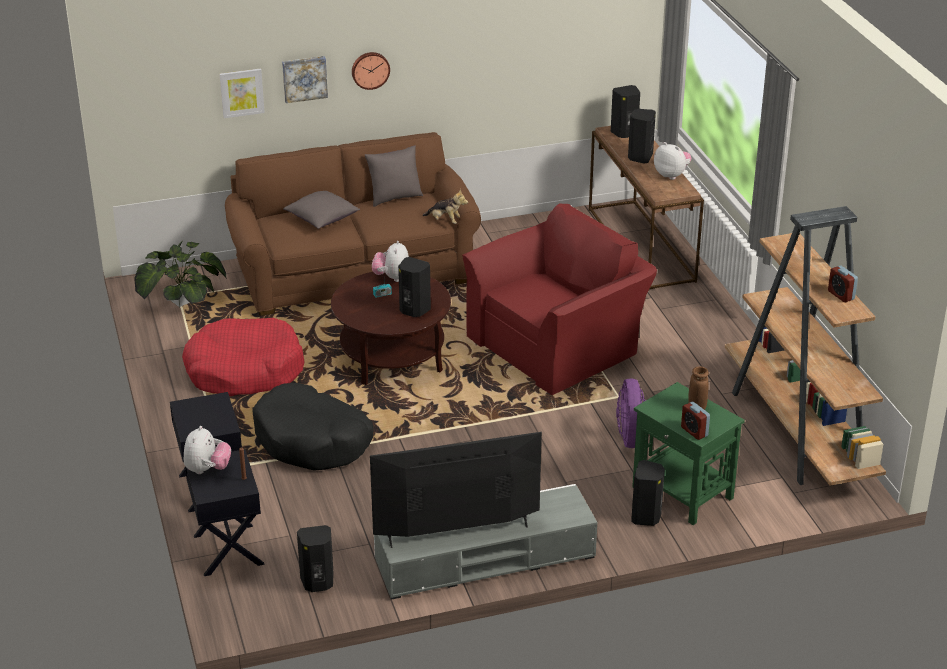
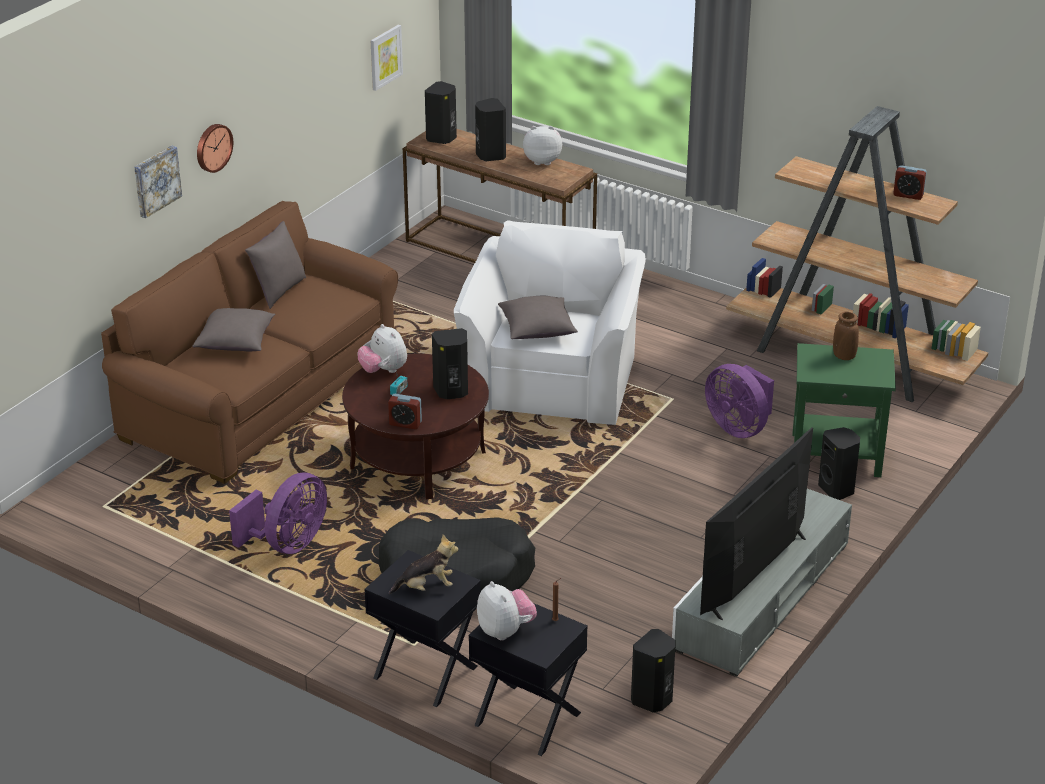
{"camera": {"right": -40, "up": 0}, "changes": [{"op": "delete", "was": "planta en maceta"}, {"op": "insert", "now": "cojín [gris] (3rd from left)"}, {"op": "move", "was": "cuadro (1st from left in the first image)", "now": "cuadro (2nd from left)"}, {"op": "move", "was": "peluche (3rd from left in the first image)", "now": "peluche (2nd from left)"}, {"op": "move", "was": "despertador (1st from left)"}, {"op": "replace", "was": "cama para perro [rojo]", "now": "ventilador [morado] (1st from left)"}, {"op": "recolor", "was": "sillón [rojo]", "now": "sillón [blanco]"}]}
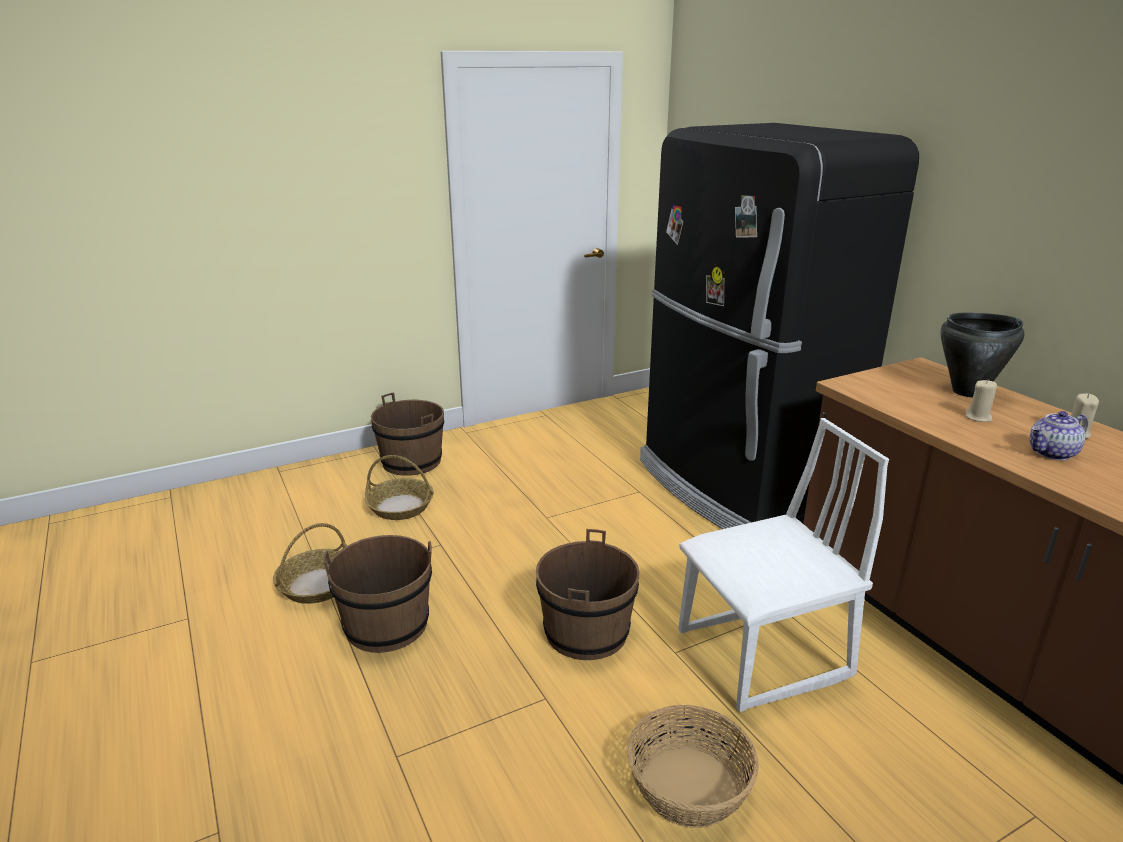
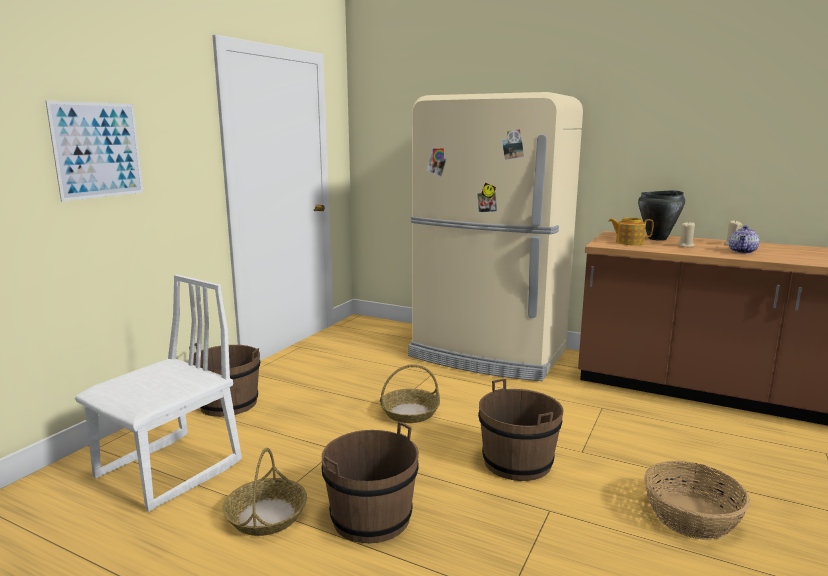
{"camera": {"right": -35, "up": -10}, "changes": [{"op": "insert", "now": "cuadro"}, {"op": "insert", "now": "tetera (1st from left)"}, {"op": "move", "was": "cesta (2nd from left)"}, {"op": "move", "was": "silla [blanco]"}, {"op": "recolor", "was": "nevera [negro]", "now": "nevera [beis]"}]}
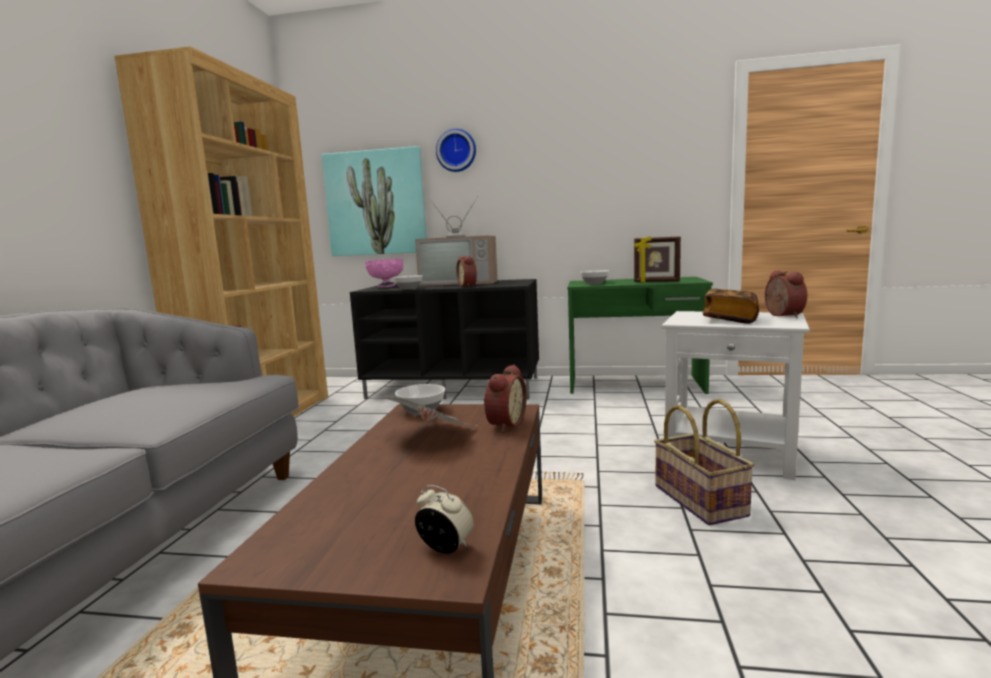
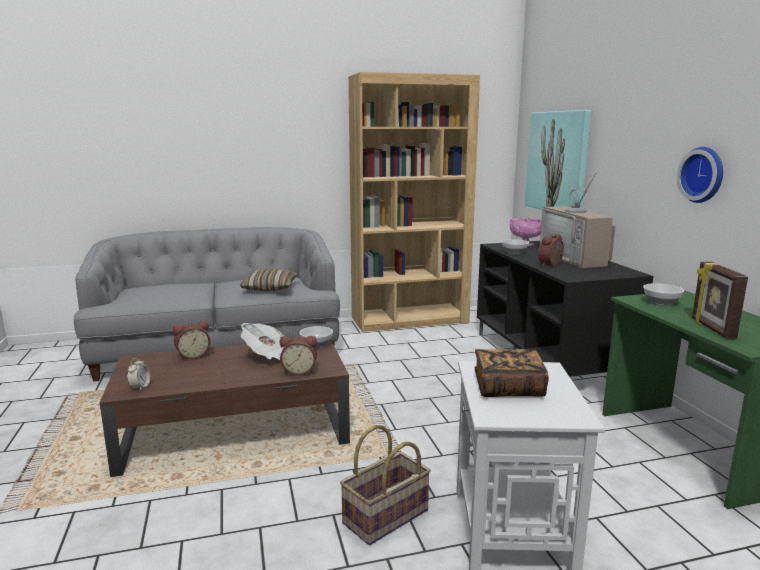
{"camera": {"right": 65, "up": 5}, "changes": [{"op": "insert", "now": "cojín"}, {"op": "move", "was": "reloj de pared"}, {"op": "move", "was": "despertador (4th from left in the first image)", "now": "despertador (2nd from left)"}]}
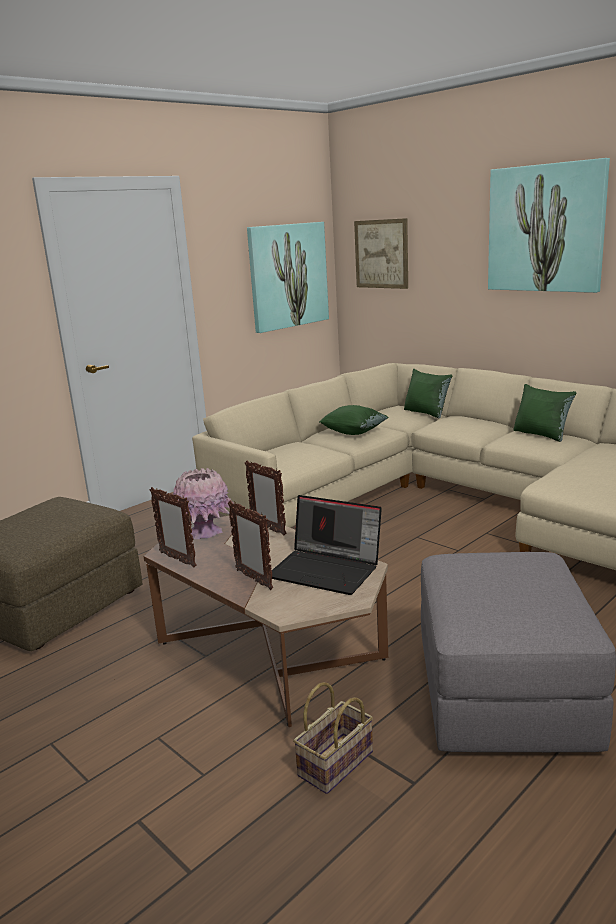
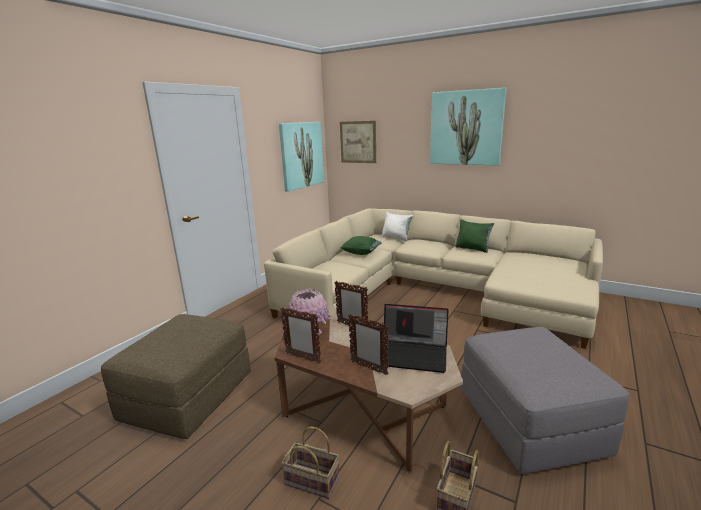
{"camera": {"right": -15, "up": 0}, "changes": [{"op": "insert", "now": "cesta (1st from left)"}, {"op": "recolor", "was": "cojín [verde] (2nd from left)", "now": "cojín [blanco]"}]}
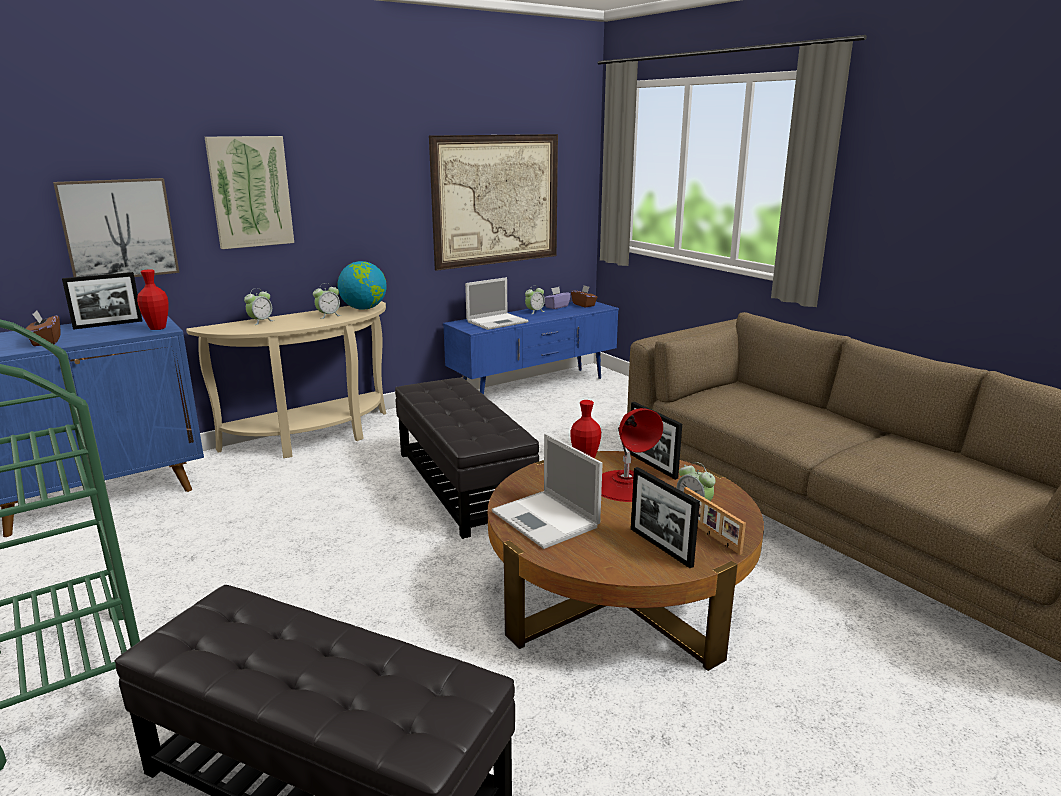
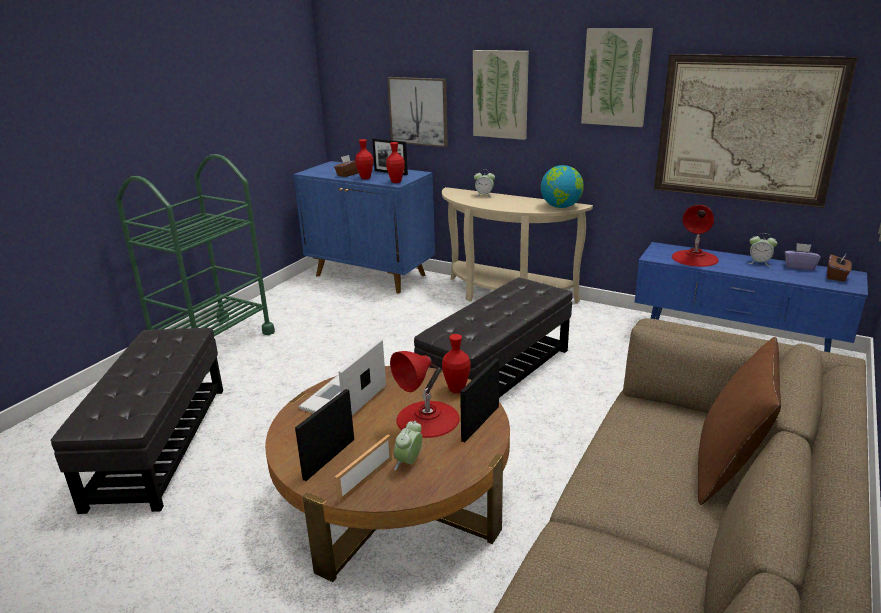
{"camera": {"right": 65, "up": 5}, "changes": [{"op": "delete", "was": "despertador (2nd from left)"}, {"op": "insert", "now": "florero [rojo] (1st from left)"}, {"op": "insert", "now": "cuadro (3rd from left)"}, {"op": "insert", "now": "cojín [marrón]"}, {"op": "replace", "was": "portátil (1st from left)", "now": "lámpara de mesa [rojo] (2nd from left)"}]}
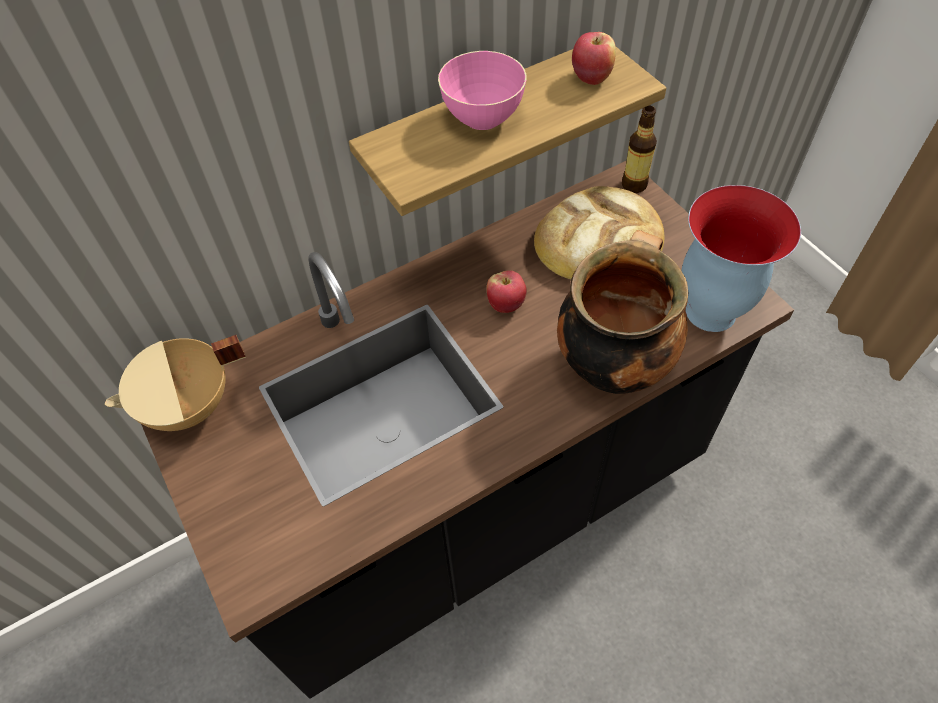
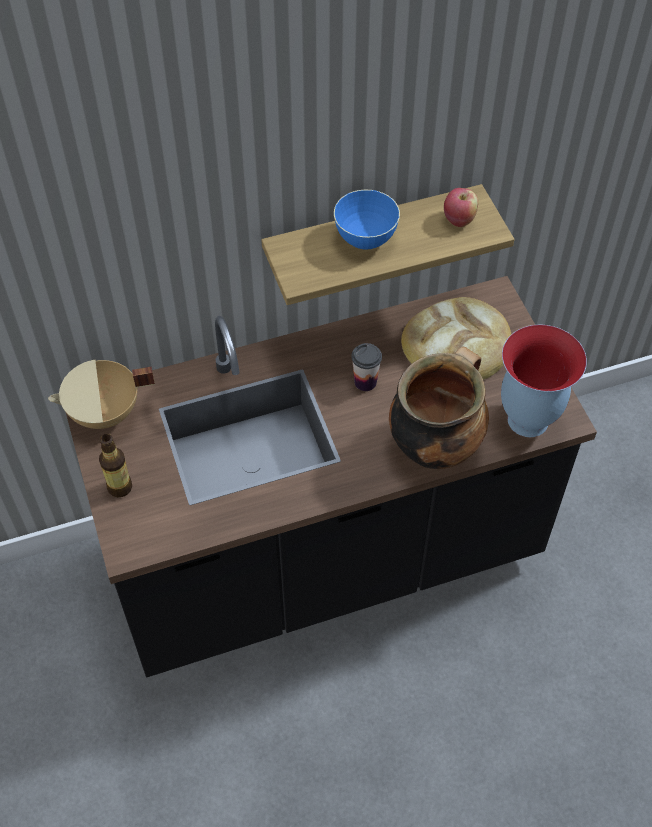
{"camera": {"right": 10, "up": 0}, "changes": [{"op": "move", "was": "botella"}, {"op": "replace", "was": "manzana (1st from left)", "now": "taza"}, {"op": "recolor", "was": "cuenco [rosa]", "now": "cuenco [azul]"}]}
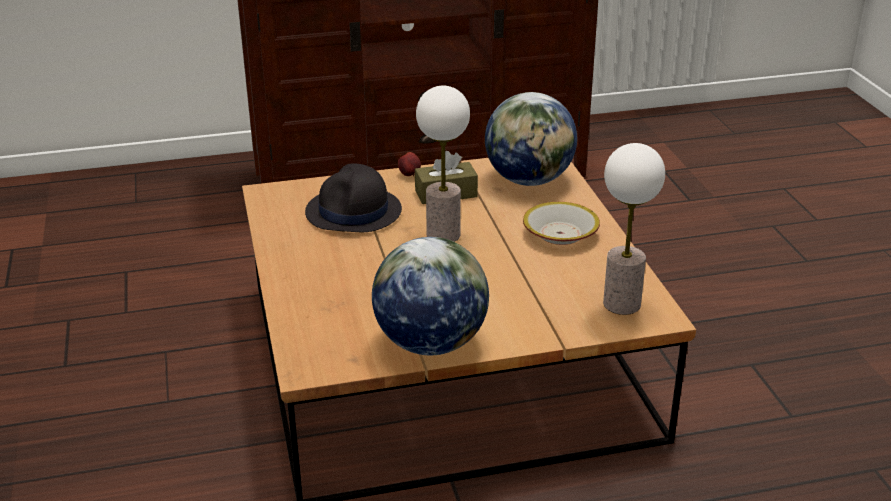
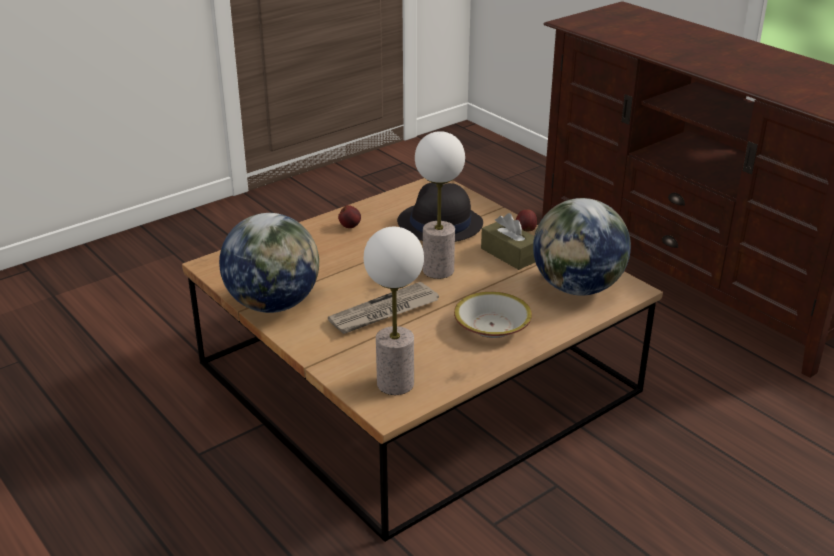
{"camera": {"right": 65, "up": 0}, "changes": [{"op": "insert", "now": "periódico"}, {"op": "insert", "now": "manzana (1st from left)"}]}
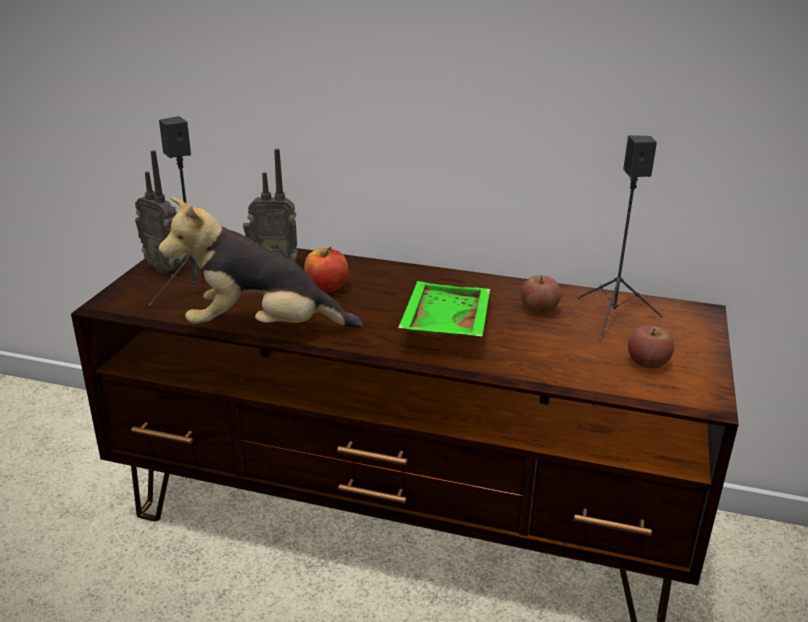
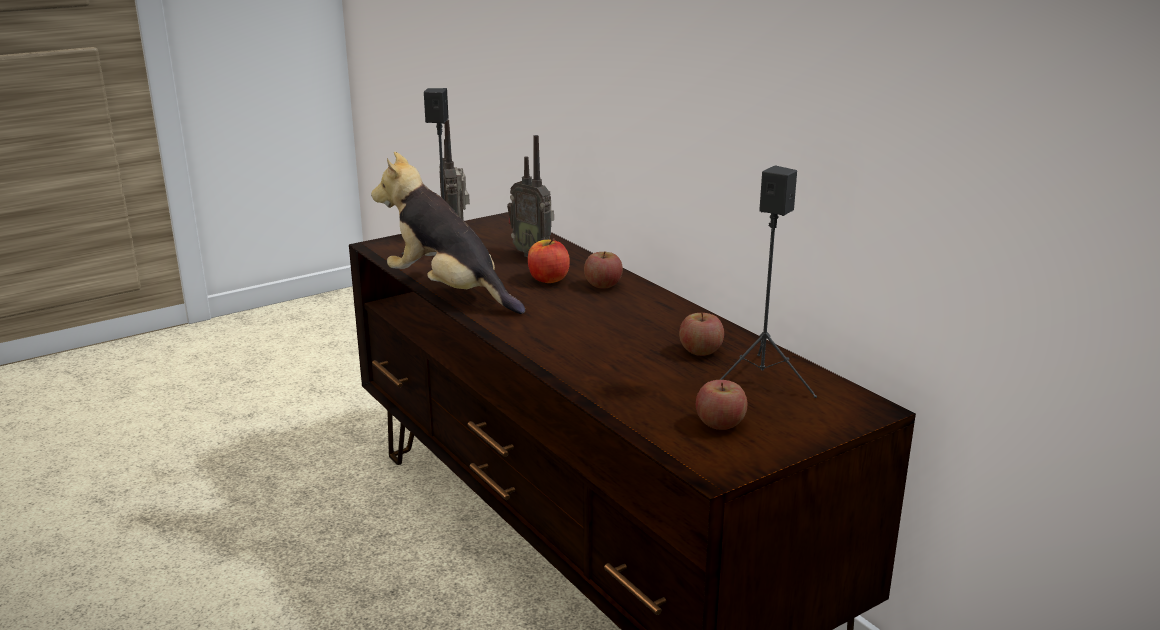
{"camera": {"right": 40, "up": -5}, "changes": [{"op": "delete", "was": "bandeja [verde]"}, {"op": "insert", "now": "manzana (2nd from left)"}]}
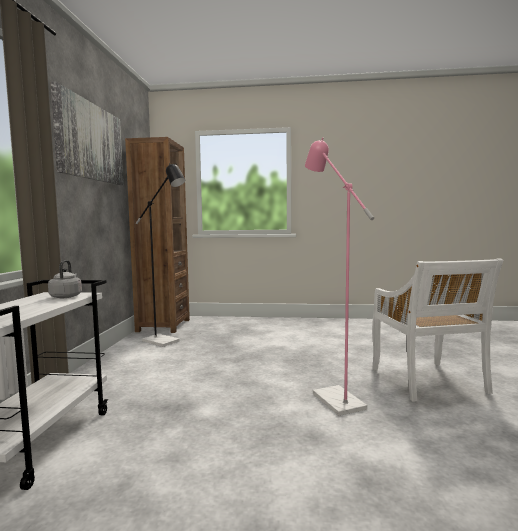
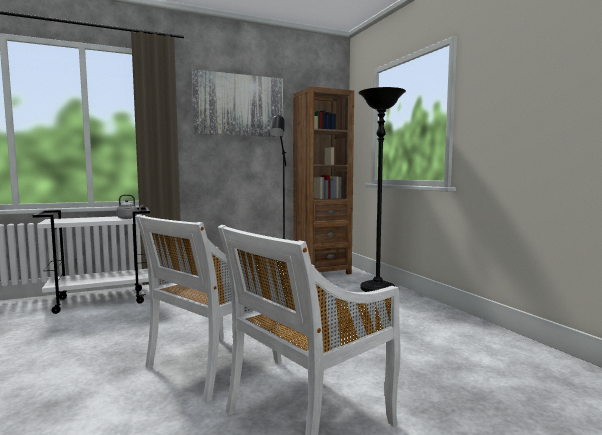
{"camera": {"right": 60, "up": 0}, "changes": [{"op": "insert", "now": "lámpara de pie [negro] (2nd from left)"}, {"op": "replace", "was": "lámpara de pie [rosa]", "now": "silla [blanco] (1st from left)"}]}
